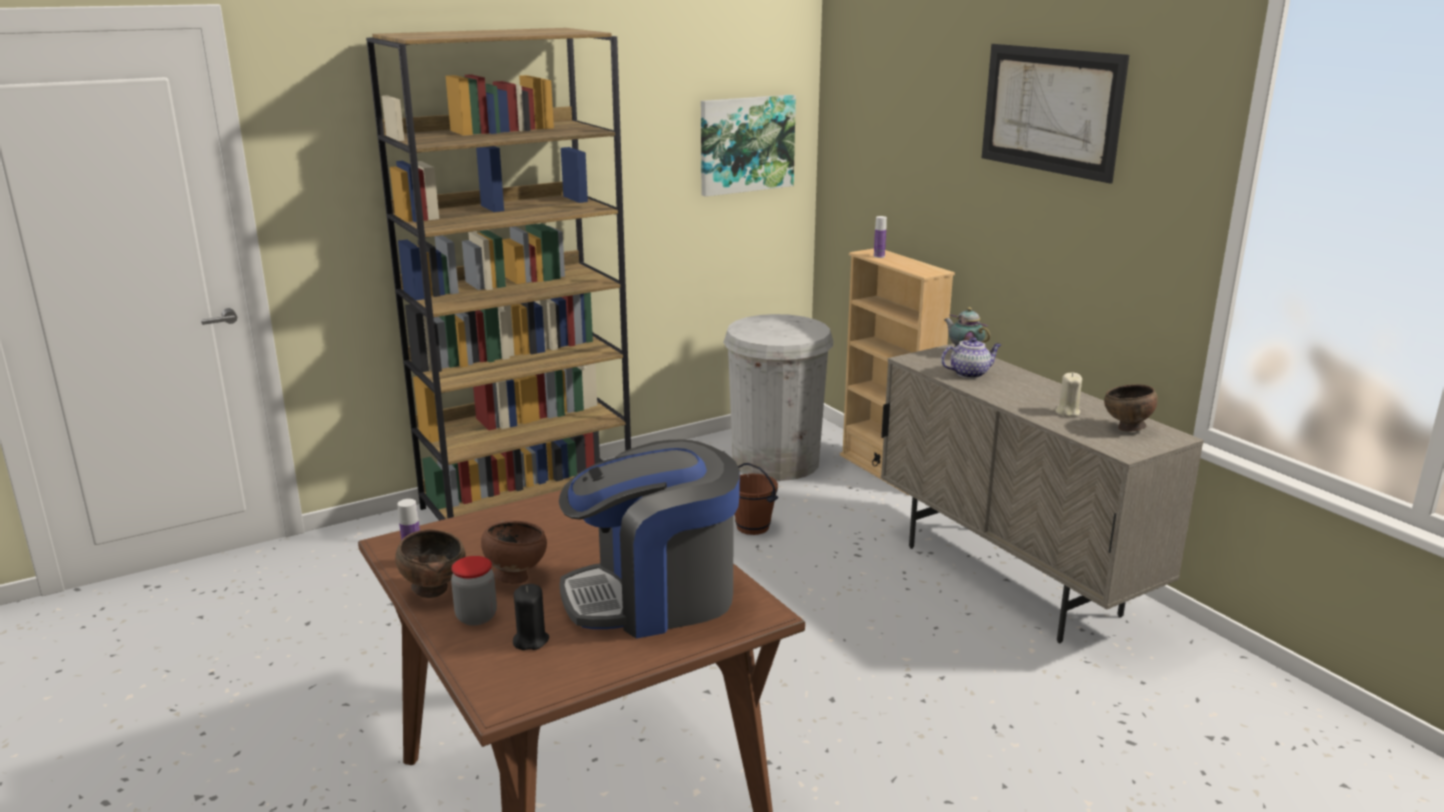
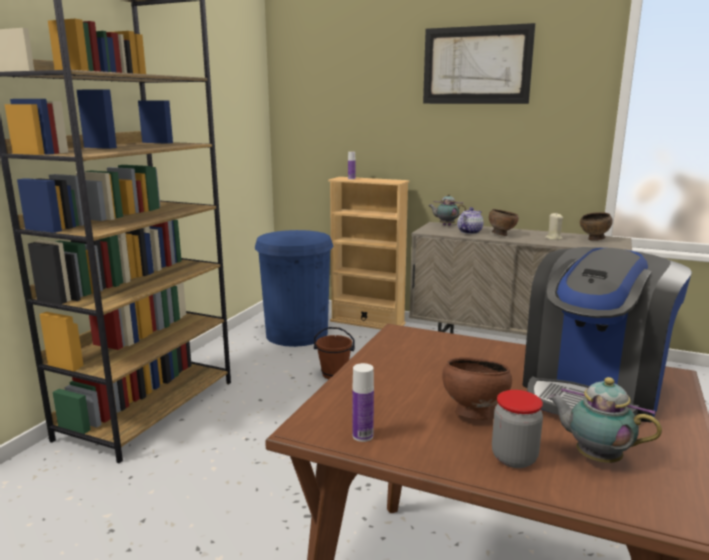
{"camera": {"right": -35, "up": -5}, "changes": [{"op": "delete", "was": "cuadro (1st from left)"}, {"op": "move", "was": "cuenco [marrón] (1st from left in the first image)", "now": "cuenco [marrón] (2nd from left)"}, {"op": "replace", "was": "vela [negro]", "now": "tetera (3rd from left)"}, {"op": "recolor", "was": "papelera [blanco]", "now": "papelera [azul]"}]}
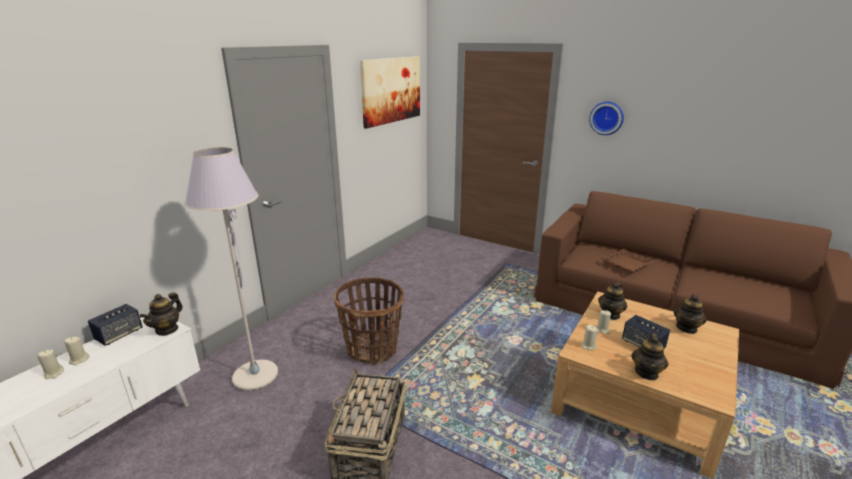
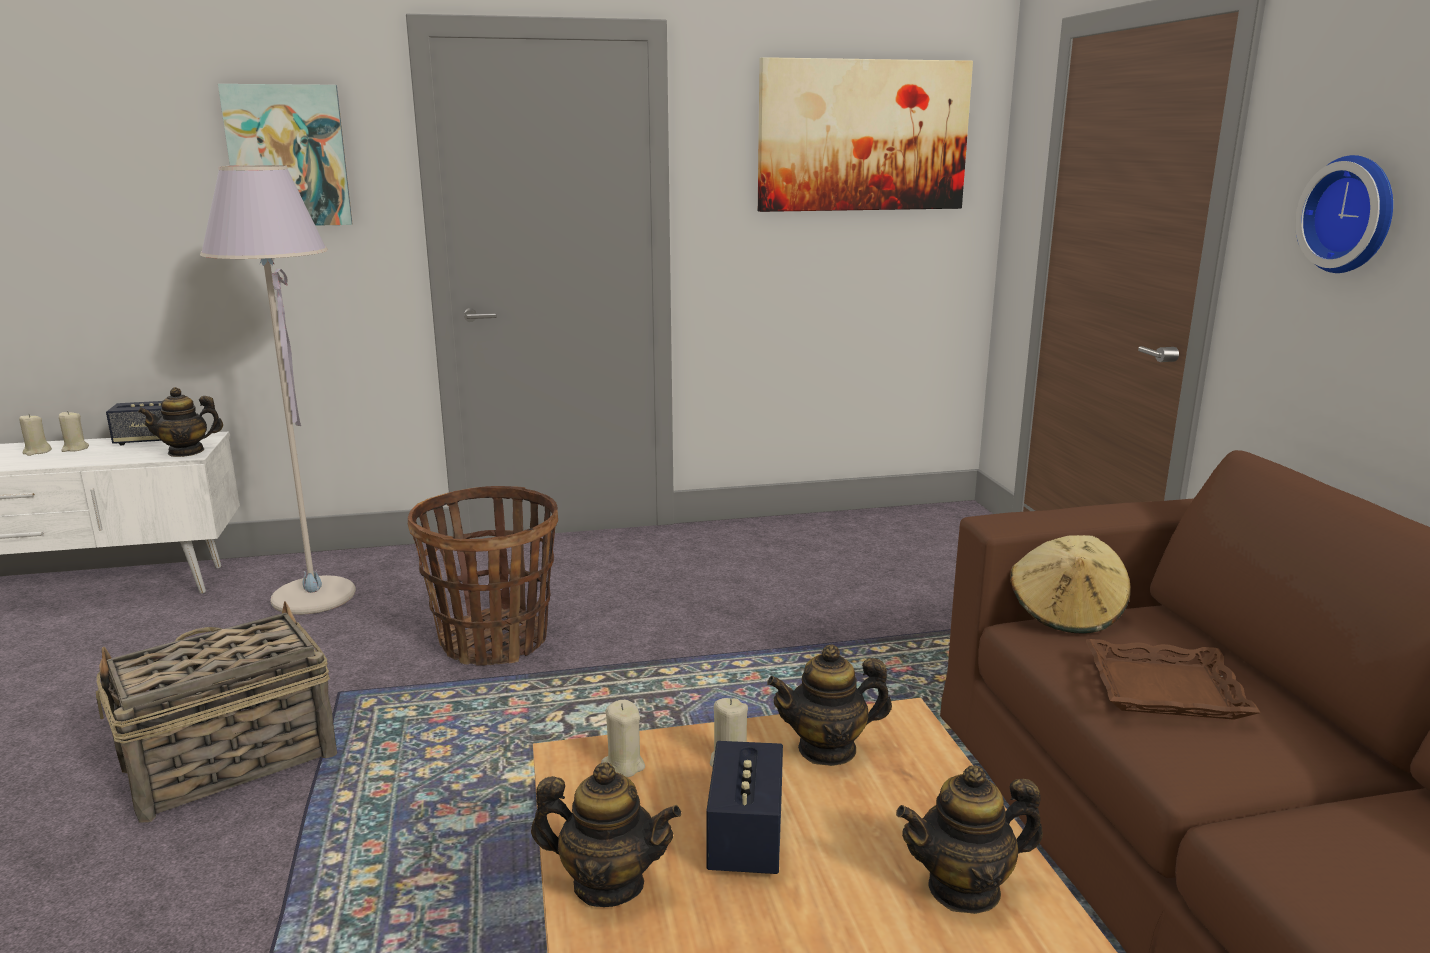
{"camera": {"right": 45, "up": -5}, "changes": [{"op": "insert", "now": "cuadro (1st from left)"}, {"op": "insert", "now": "sombrero [beis]"}, {"op": "rotate", "was": "tetera (3rd from left in the first image)", "clockwise": -150}]}
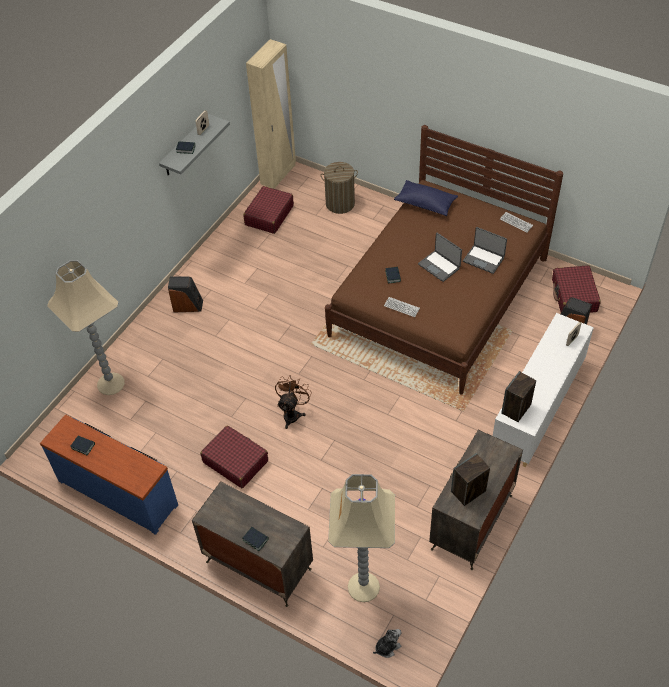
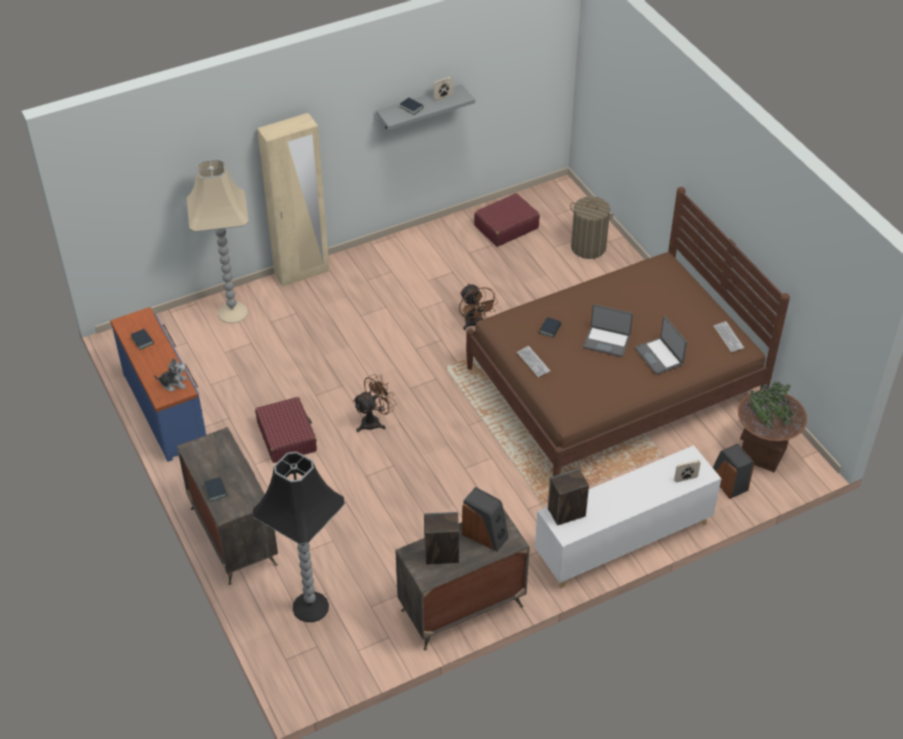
{"camera": {"right": 30, "up": -5}, "changes": [{"op": "delete", "was": "cojín [azul]"}, {"op": "insert", "now": "ventilador [marrón] (2nd from left)"}, {"op": "move", "was": "altavoz (1st from left in the first image)", "now": "altavoz (2nd from left)"}, {"op": "move", "was": "armario ropero [beis]"}, {"op": "move", "was": "peluche"}, {"op": "replace", "was": "maleta [rojo] (3rd from left)", "now": "maceta [marrón]"}, {"op": "recolor", "was": "lámpara de pie [beis] (2nd from left)", "now": "lámpara de pie [negro]"}, {"op": "rotate", "was": "portátil (1st from left)", "clockwise": -60}]}
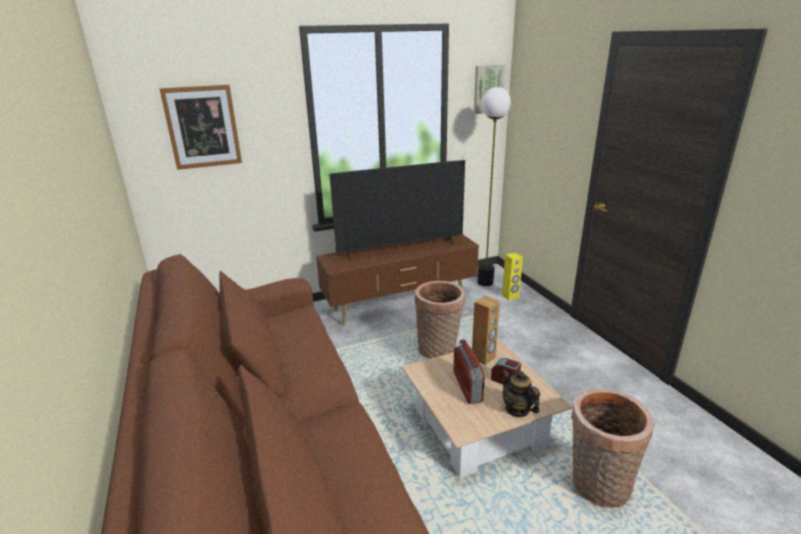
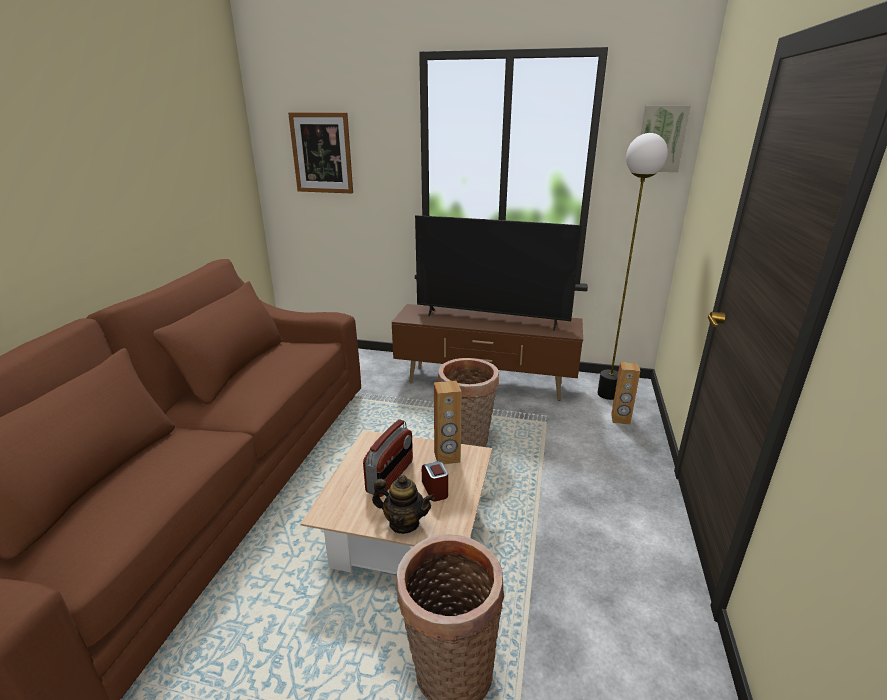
{"camera": {"right": 35, "up": 0}, "changes": [{"op": "recolor", "was": "altavoz [amarillo]", "now": "altavoz [marrón] (2nd from left)"}, {"op": "rotate", "was": "tetera", "clockwise": 105}]}
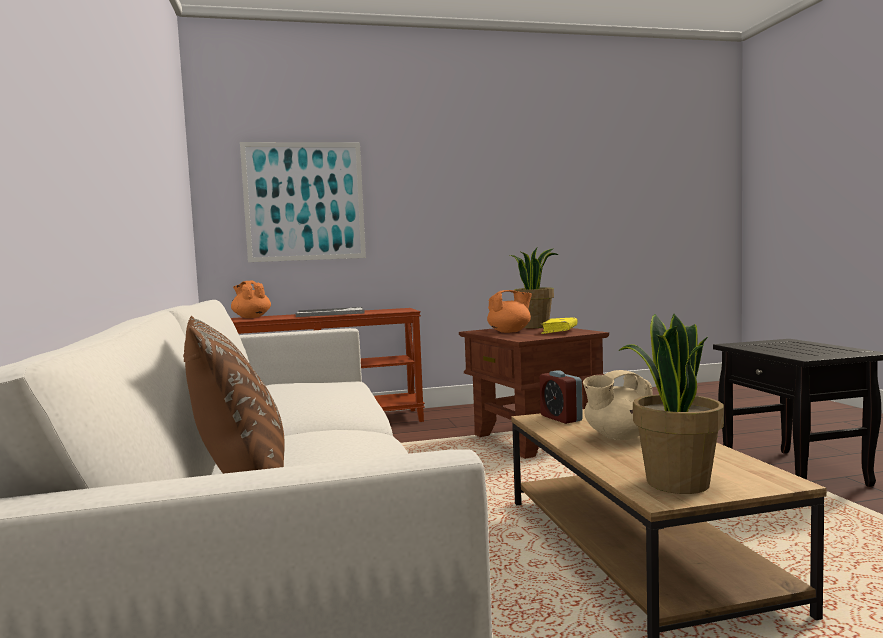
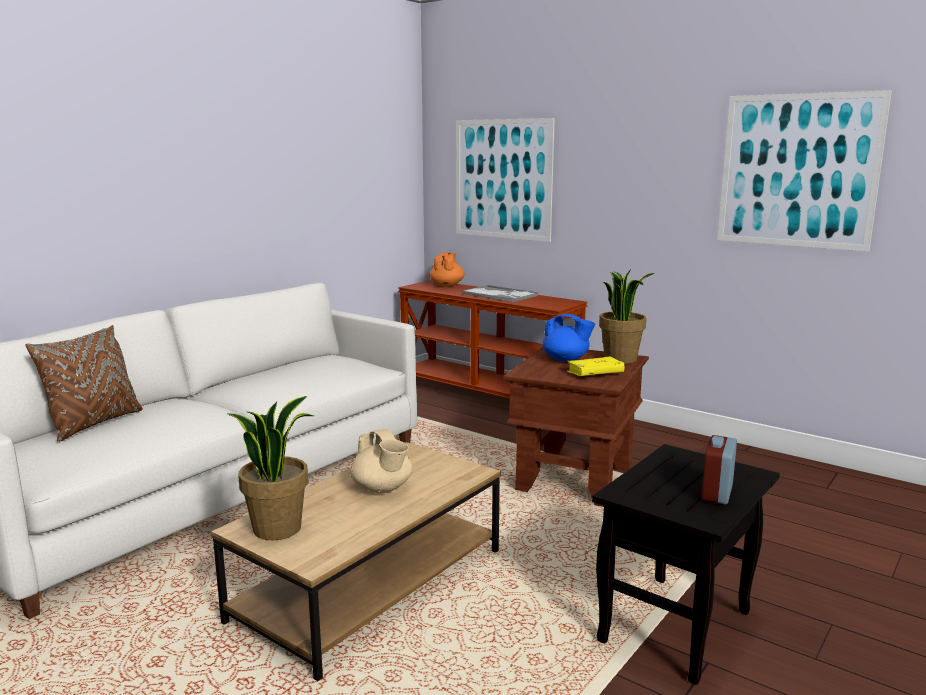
{"camera": {"right": 50, "up": 10}, "changes": [{"op": "insert", "now": "cuadro (2nd from left)"}, {"op": "move", "was": "despertador"}, {"op": "recolor", "was": "tetera [naranja] (2nd from left)", "now": "tetera [azul]"}, {"op": "rotate", "was": "tetera [beis]", "clockwise": -150}]}
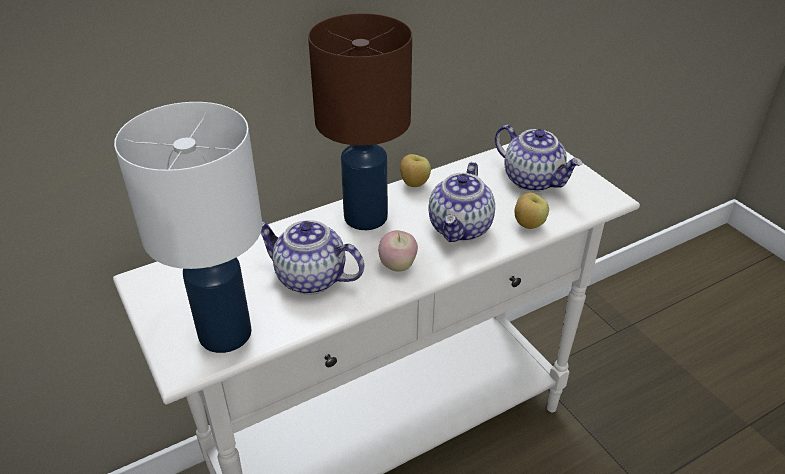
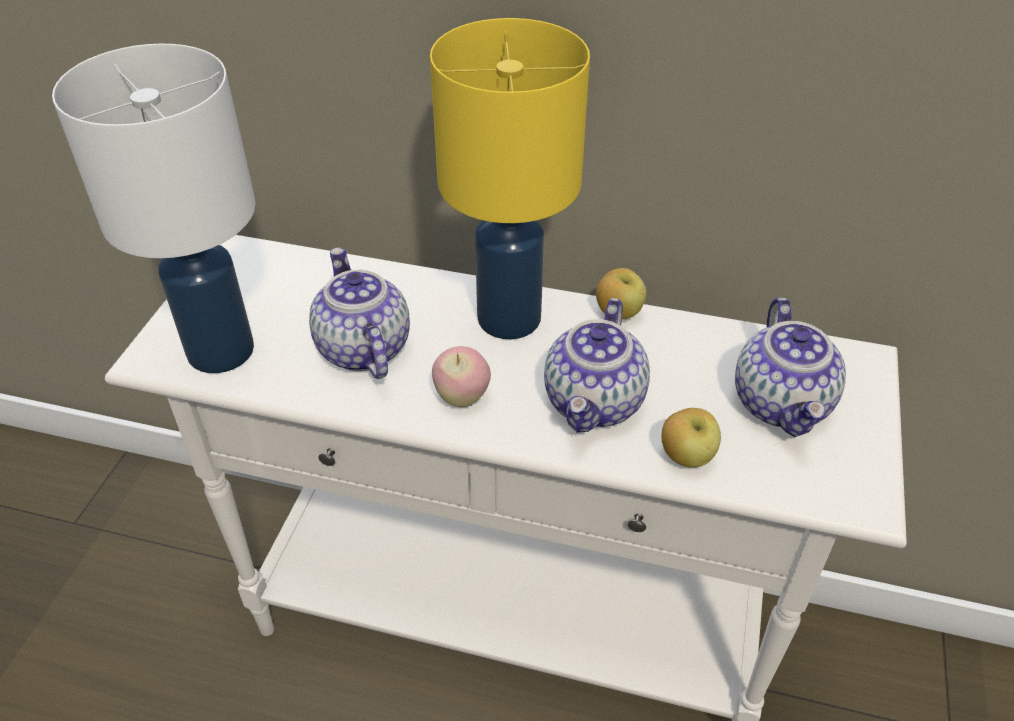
{"camera": {"right": 45, "up": 5}, "changes": [{"op": "recolor", "was": "lámpara de mesa [marrón]", "now": "lámpara de mesa [amarillo]"}, {"op": "rotate", "was": "tetera (2nd from left)", "clockwise": -45}]}
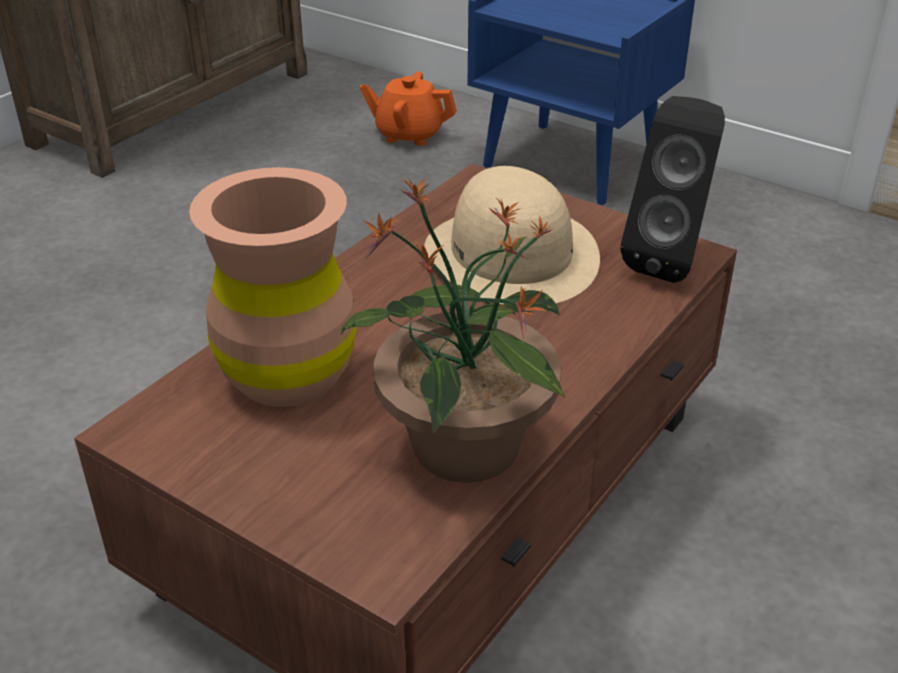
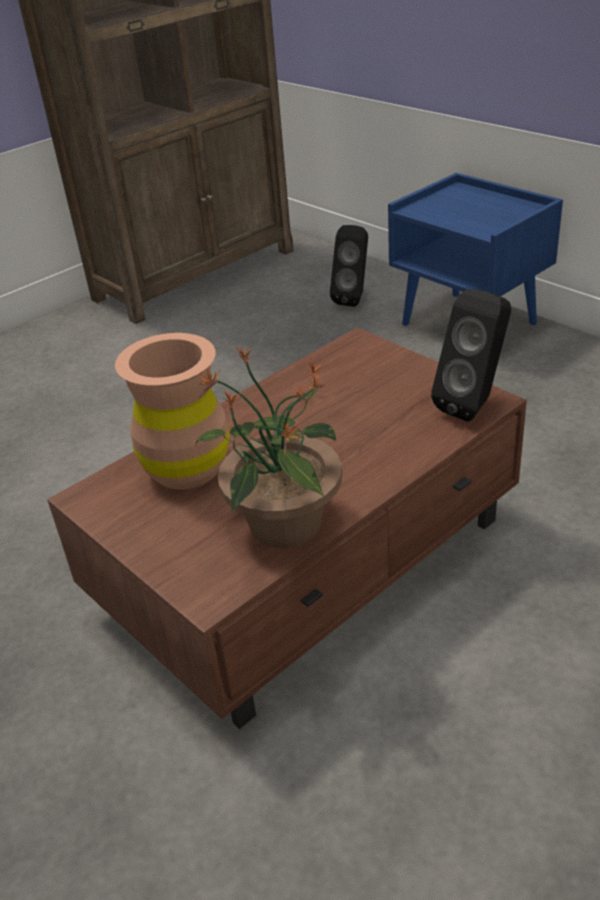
{"camera": {"right": 15, "up": 0}, "changes": [{"op": "delete", "was": "sombrero [beis]"}, {"op": "replace", "was": "tetera [naranja]", "now": "altavoz [negro] (1st from left)"}]}
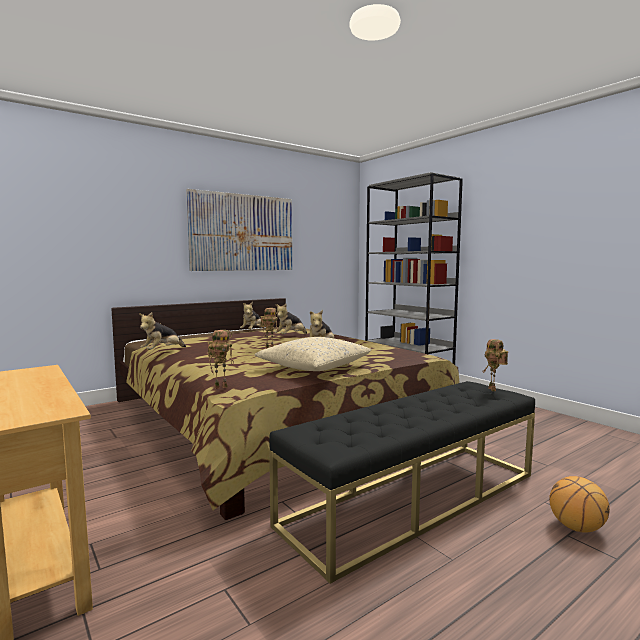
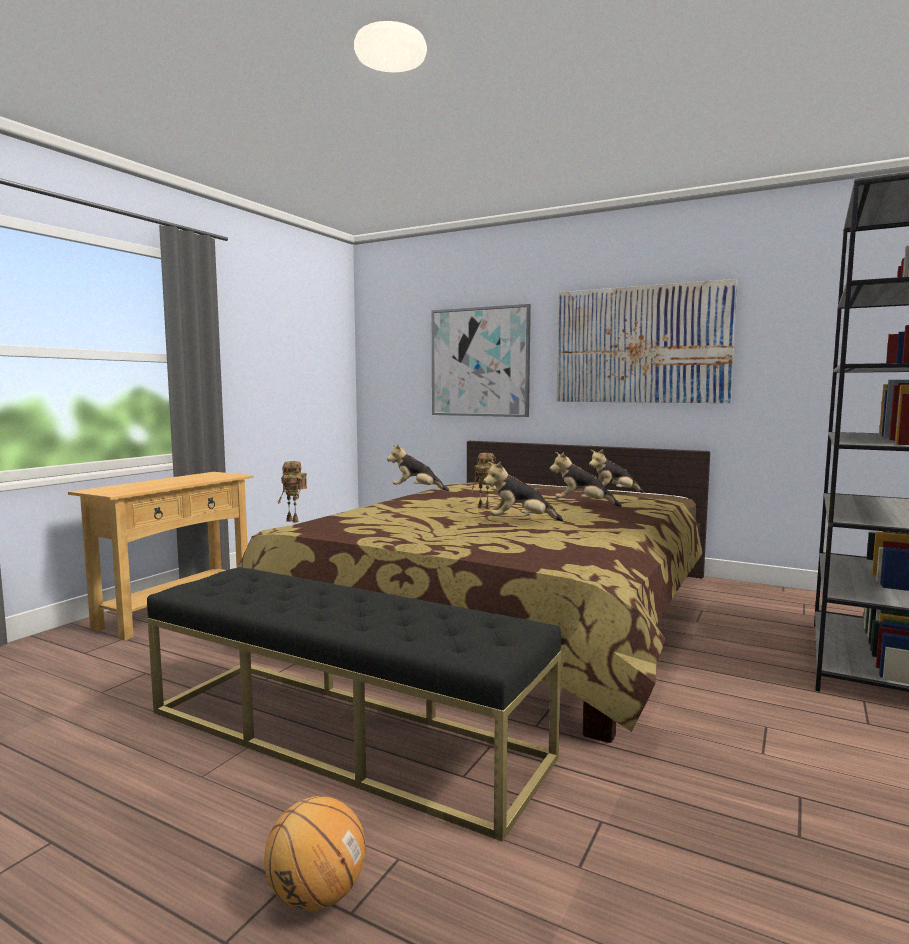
{"camera": {"right": 65, "up": 0}, "changes": [{"op": "delete", "was": "cojín [beis]"}, {"op": "delete", "was": "robot de juguete (3rd from left)"}, {"op": "insert", "now": "cuadro (1st from left)"}]}
